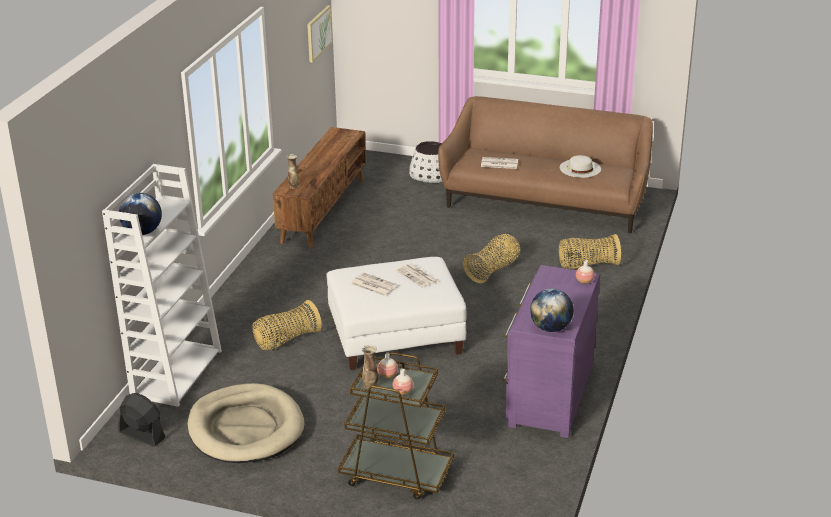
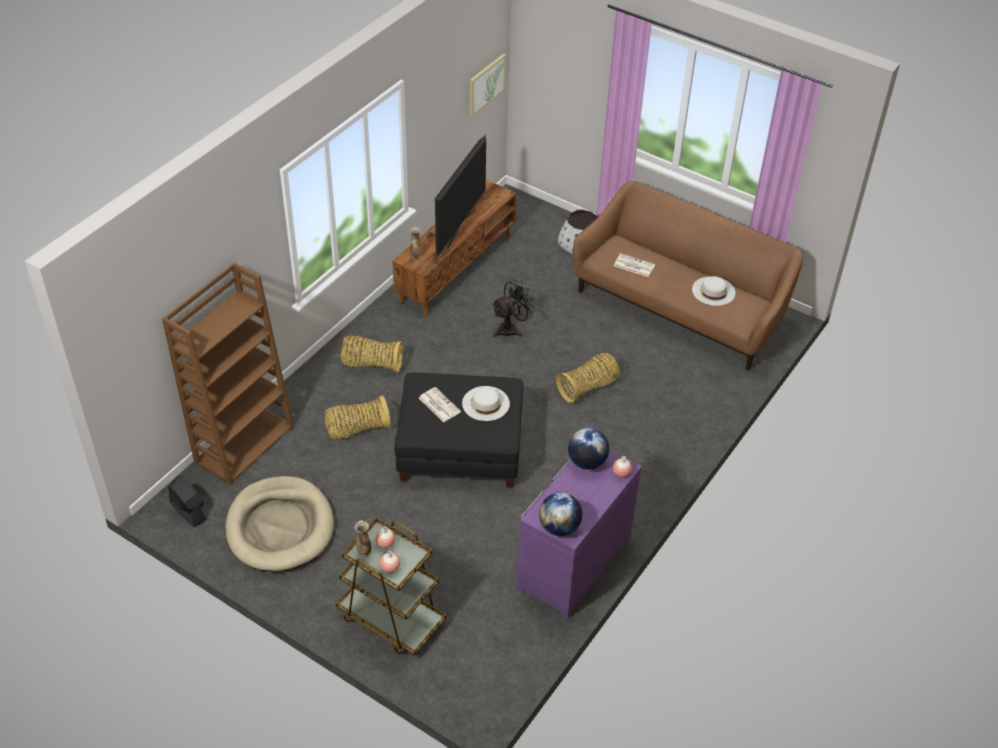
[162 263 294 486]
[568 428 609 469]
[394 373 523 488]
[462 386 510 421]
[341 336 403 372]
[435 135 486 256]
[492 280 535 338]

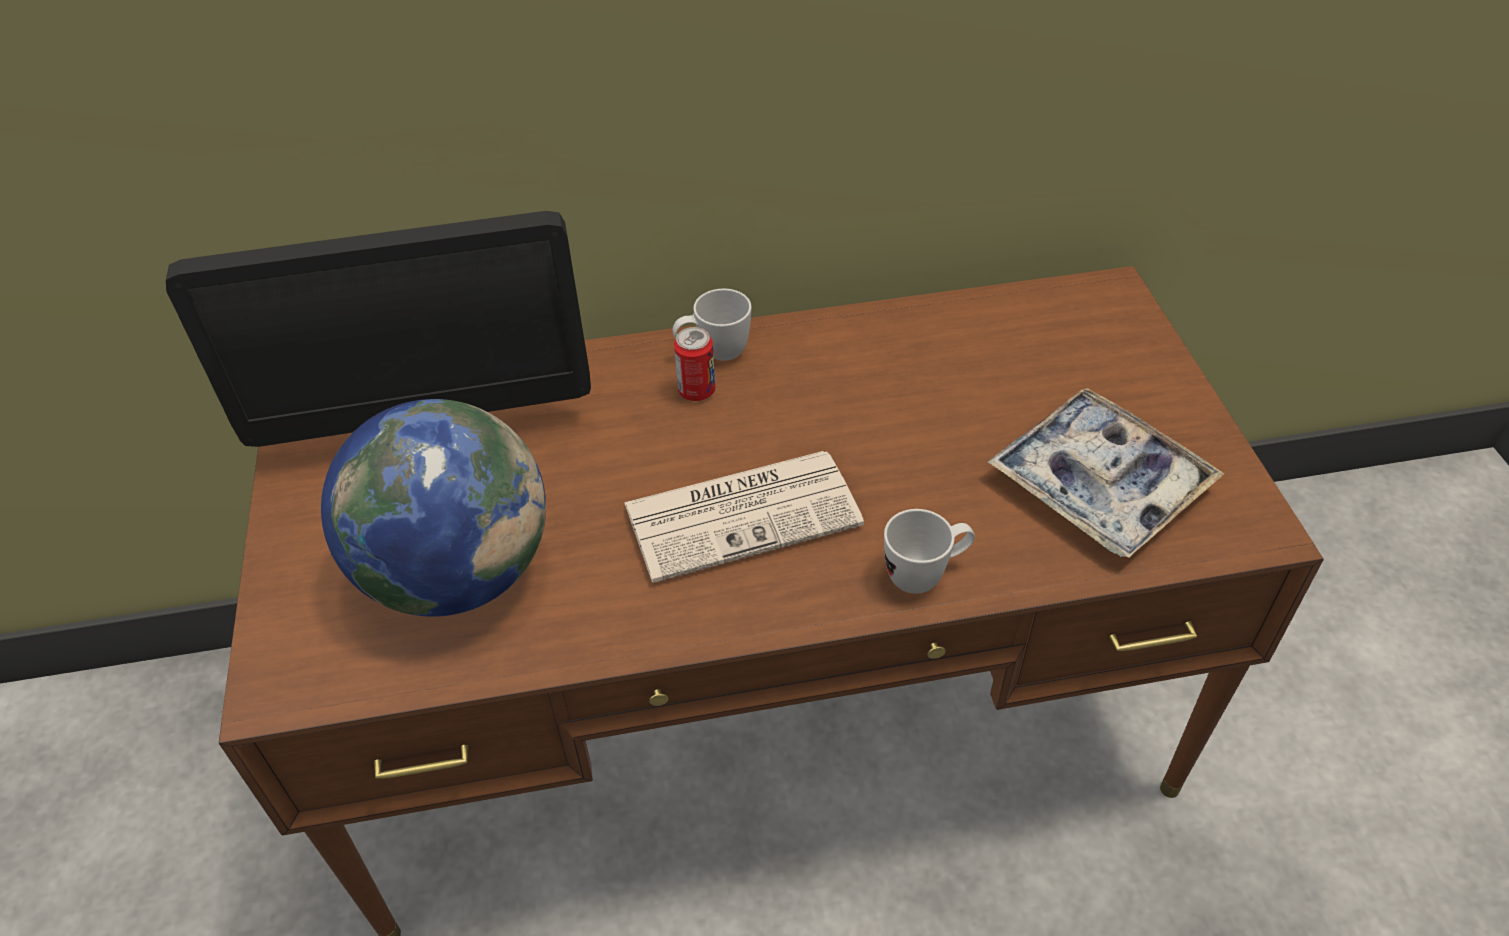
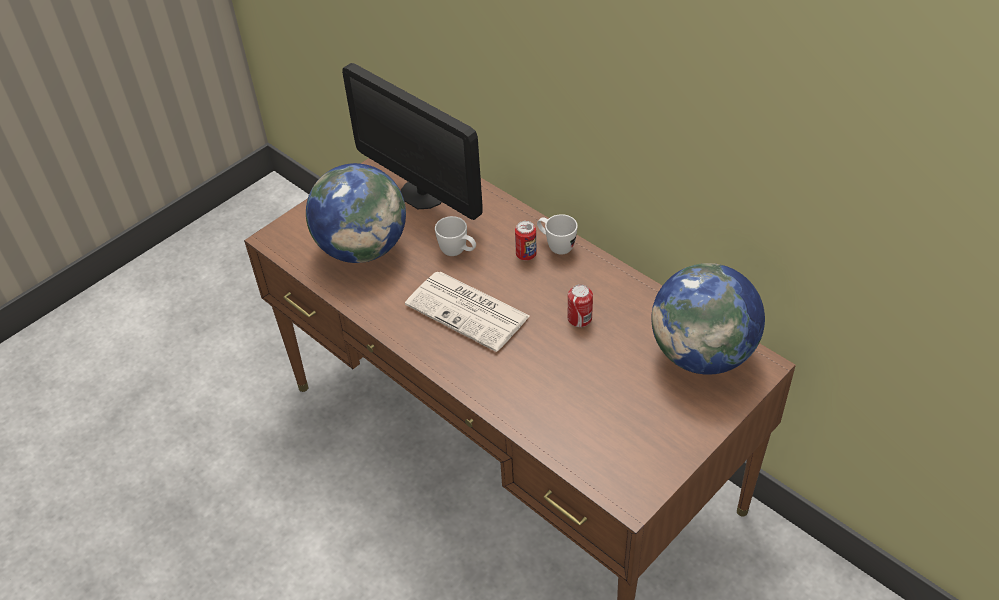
[435 216 476 256]
[987 388 1225 558] (first image)
[568 284 593 327]
[651 263 765 375]

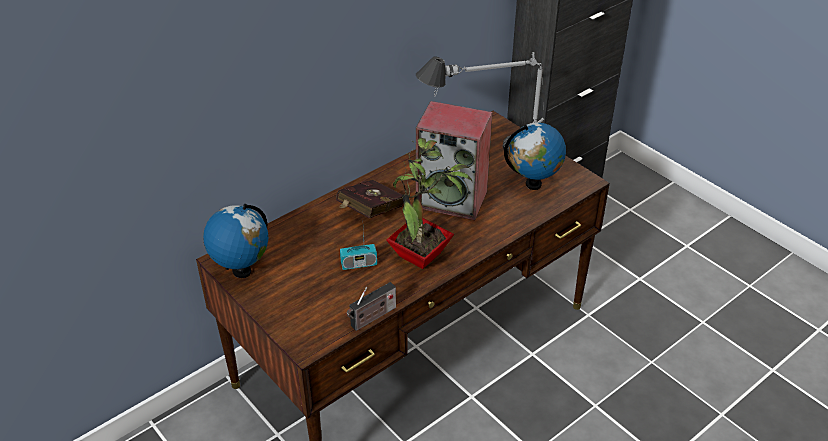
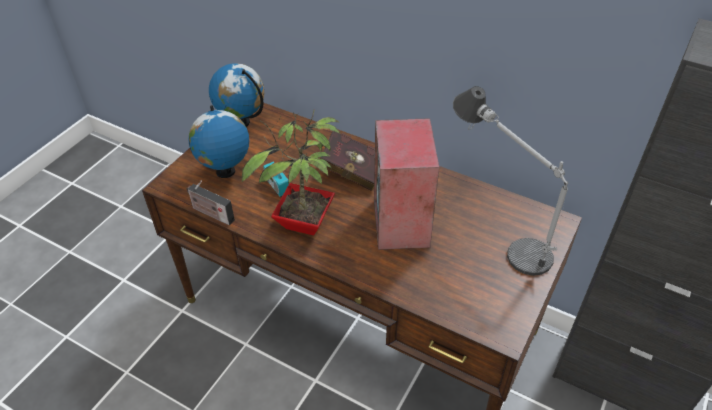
[188 105 249 178]

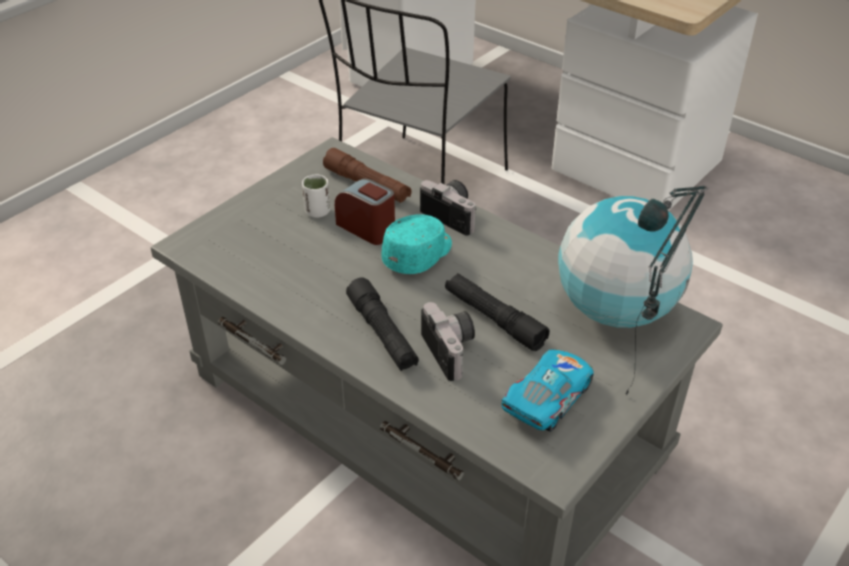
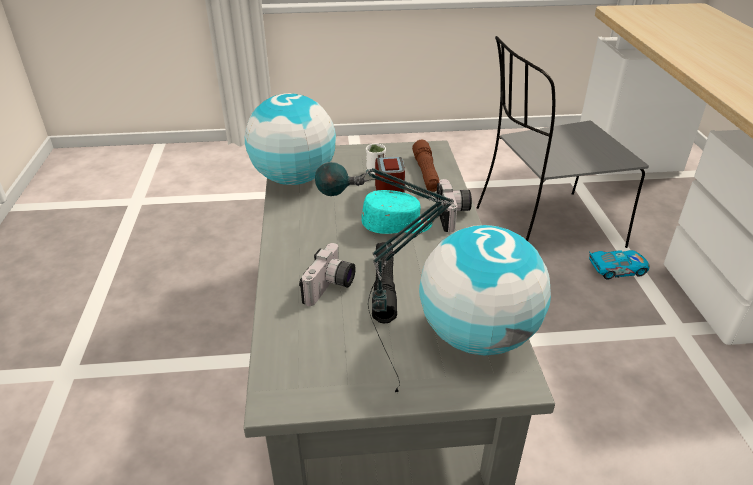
[346 277 419 371] (first image)
[589 250 650 279]
[245 93 336 185]

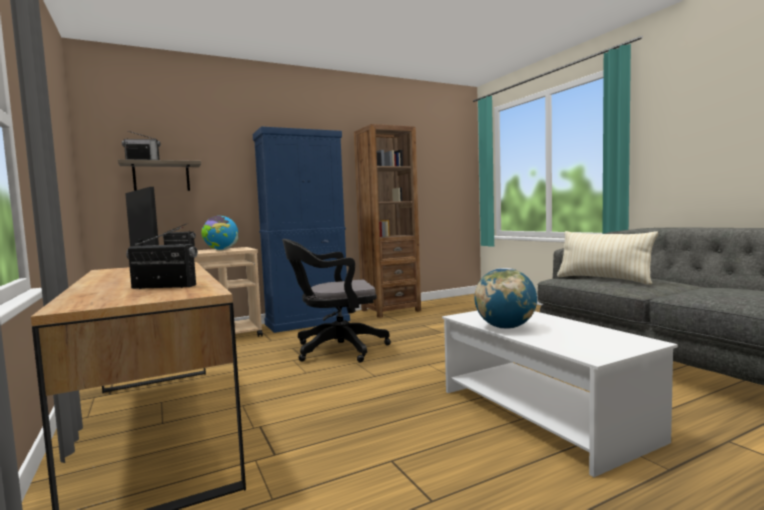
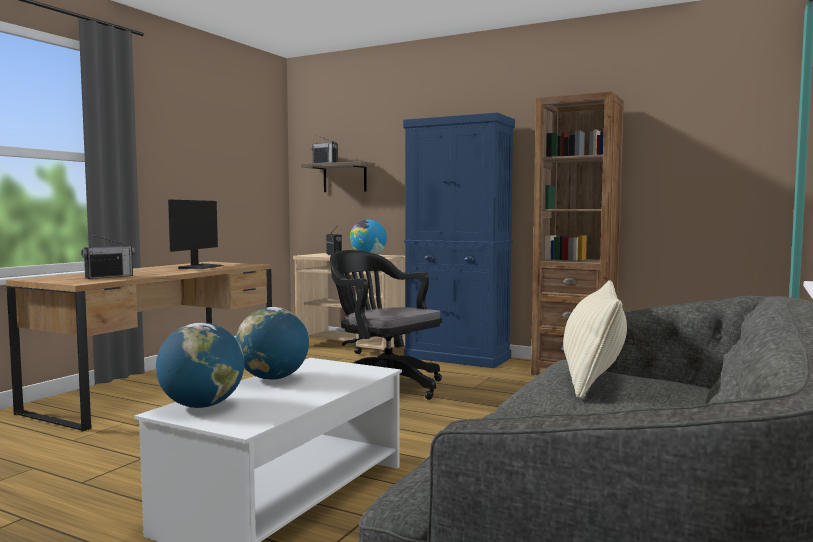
[81 234 135 279]
[156 323 244 408]

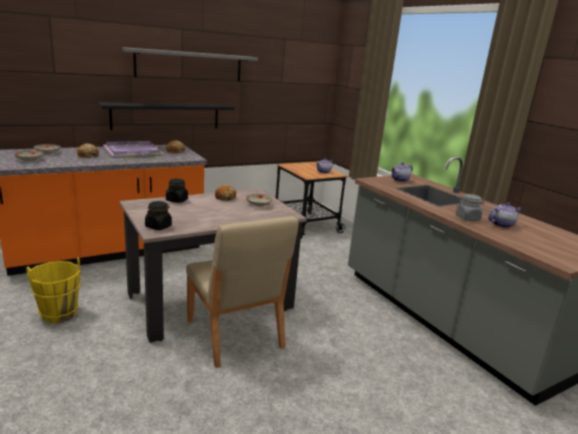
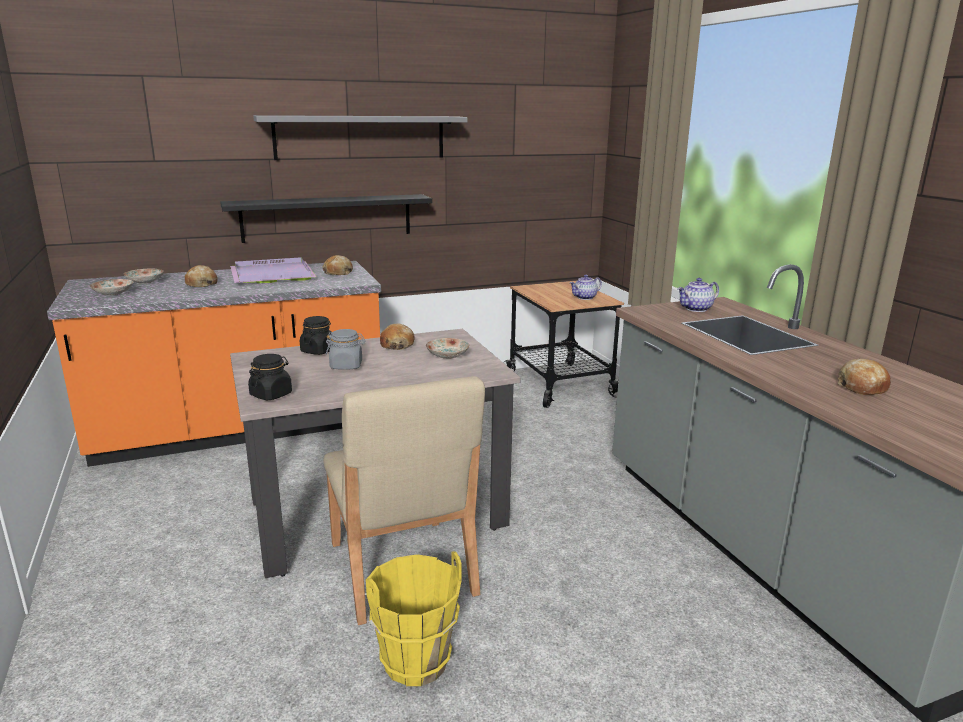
[366 551 462 686]
[326 329 366 370]
[837 359 891 395]

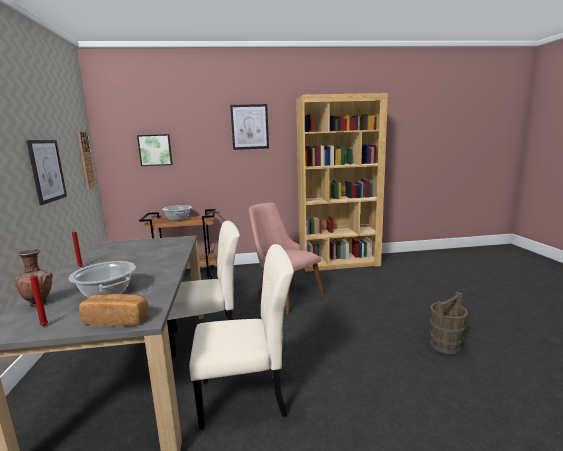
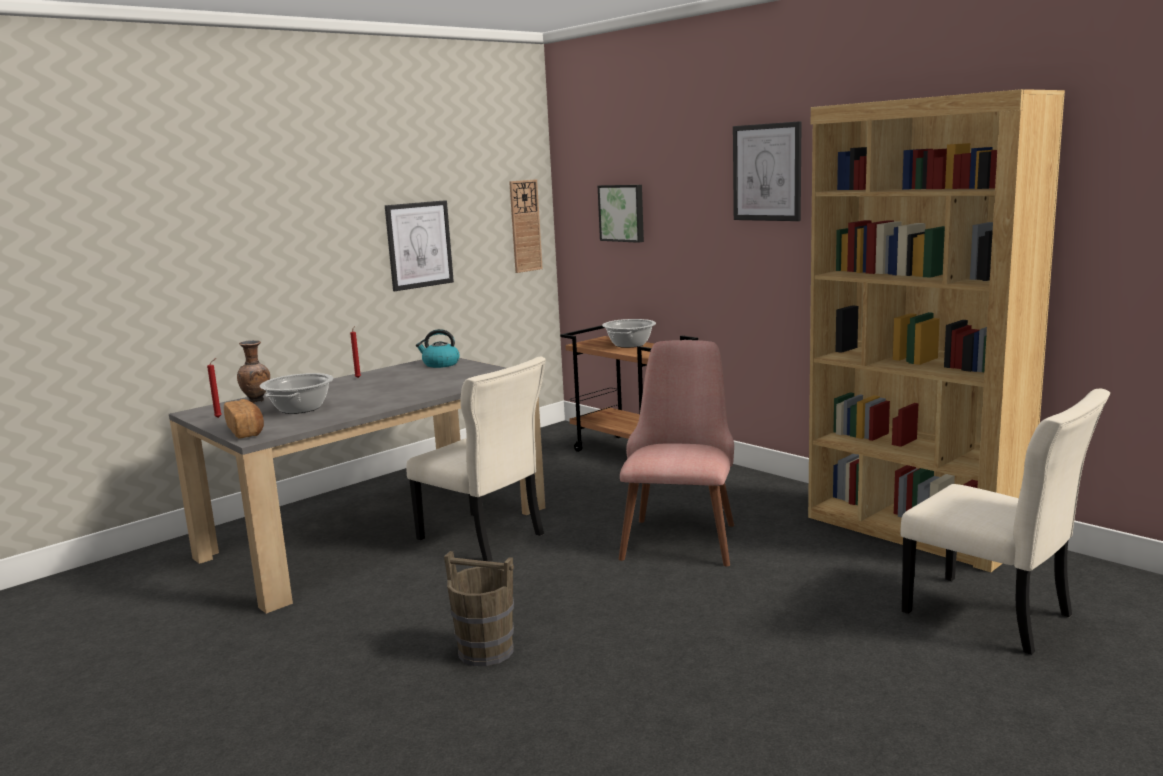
[900 389 1110 655]
[444 551 514 666]
[416 329 459 368]

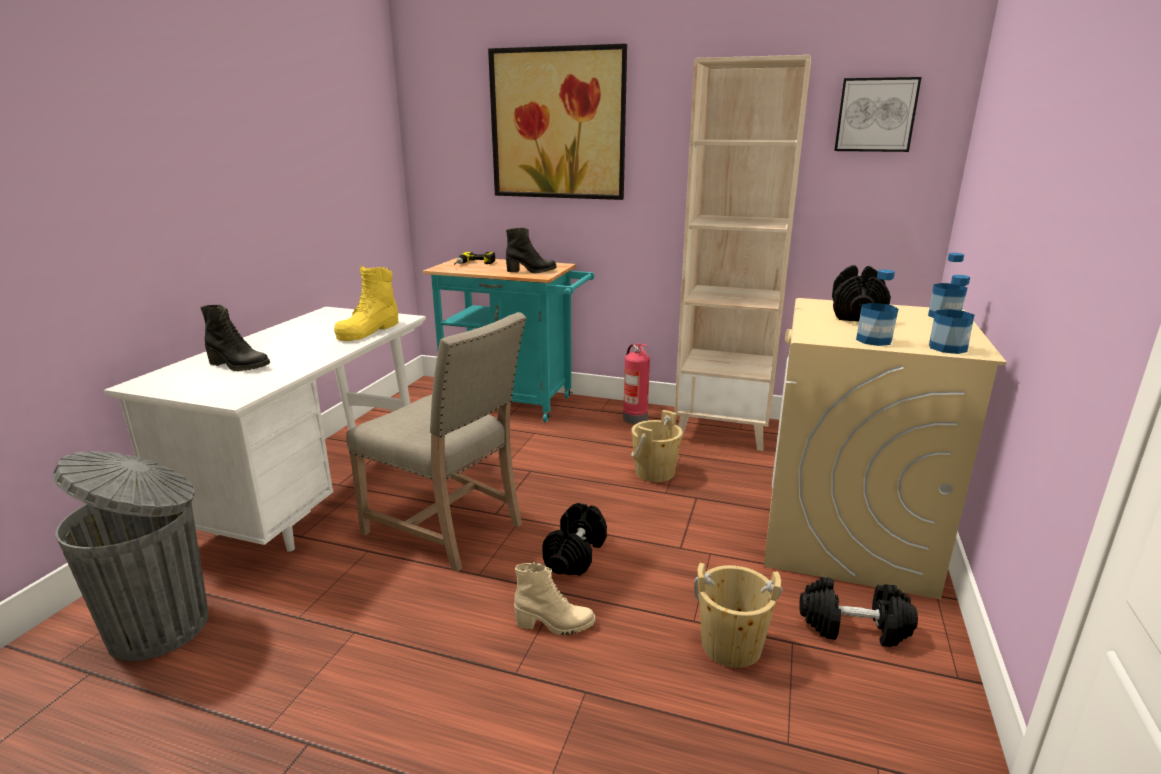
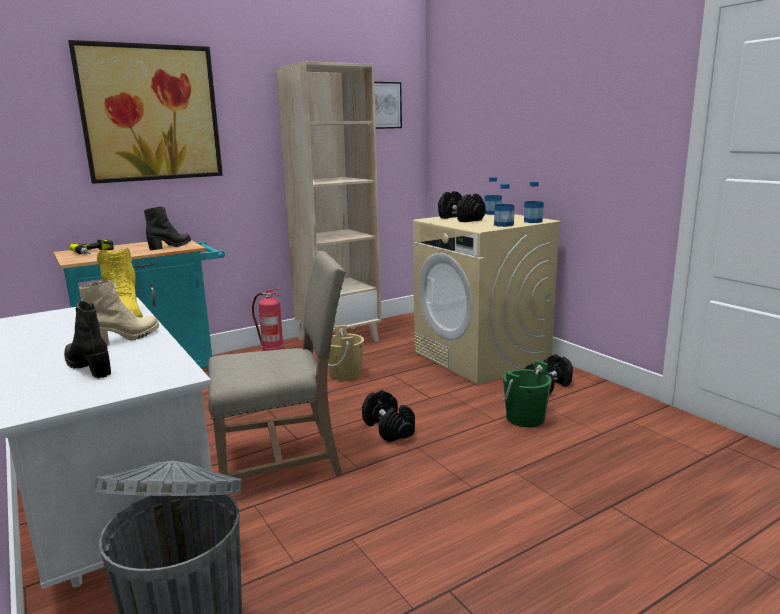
[64 301 111 378]
[79 280 159 346]
[503 360 552 427]

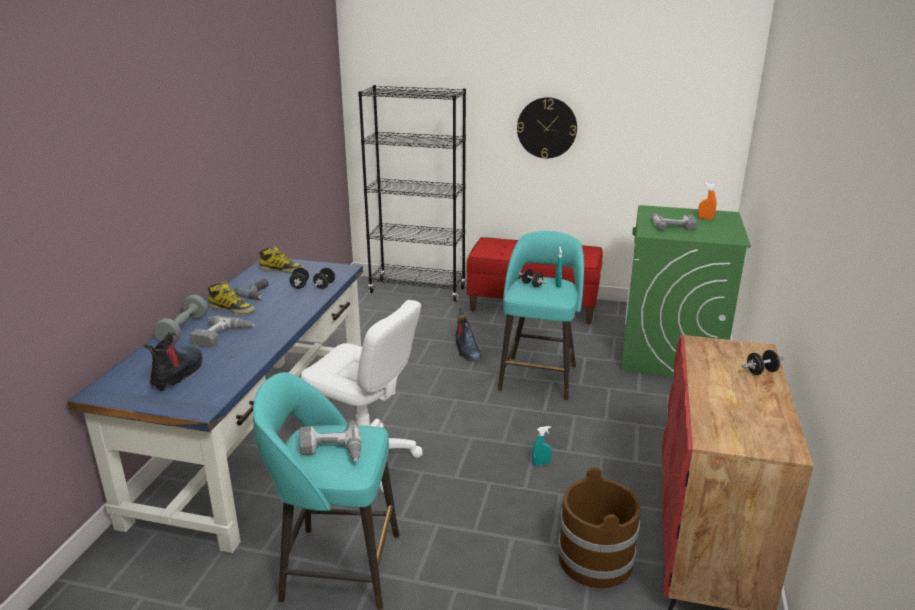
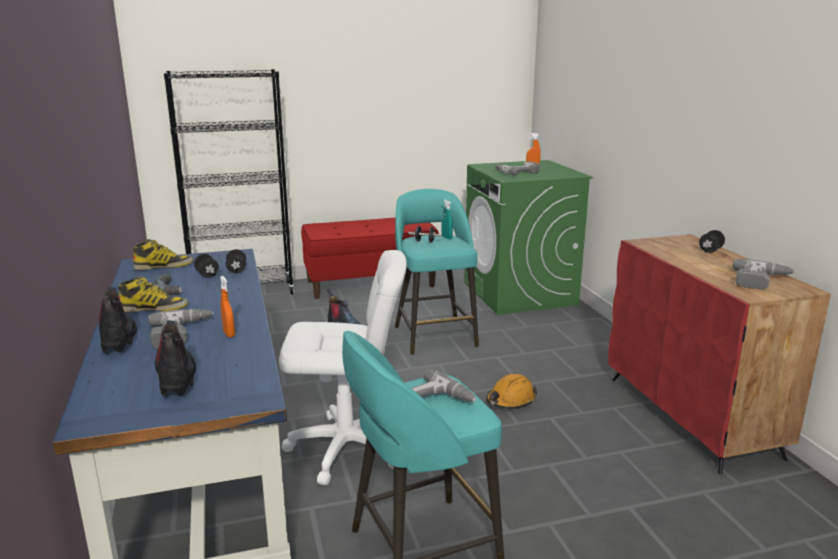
[99 287 137 353]
[517 97 577 158] (first image)
[486 374 537 409]
[558 467 641 588] (first image)
[220 276 235 337]
[733 259 795 290]

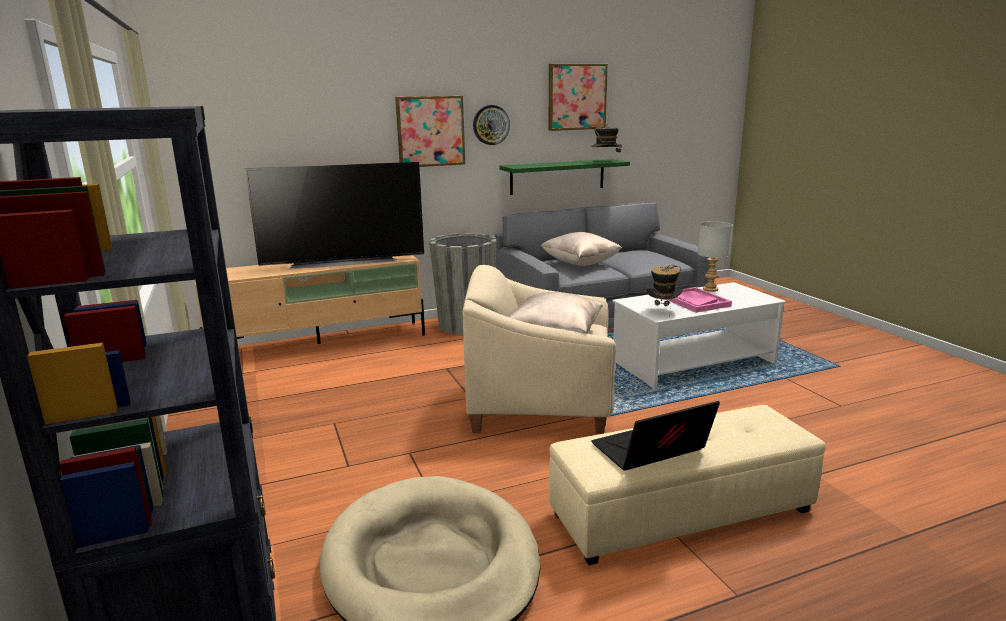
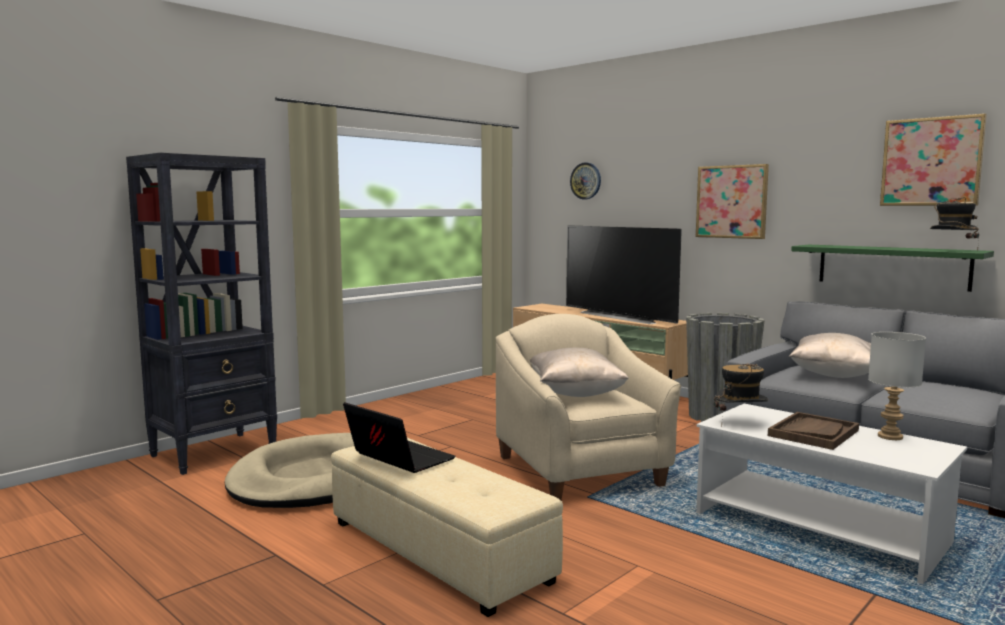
[570 163 601 199]
[768 412 859 450]

